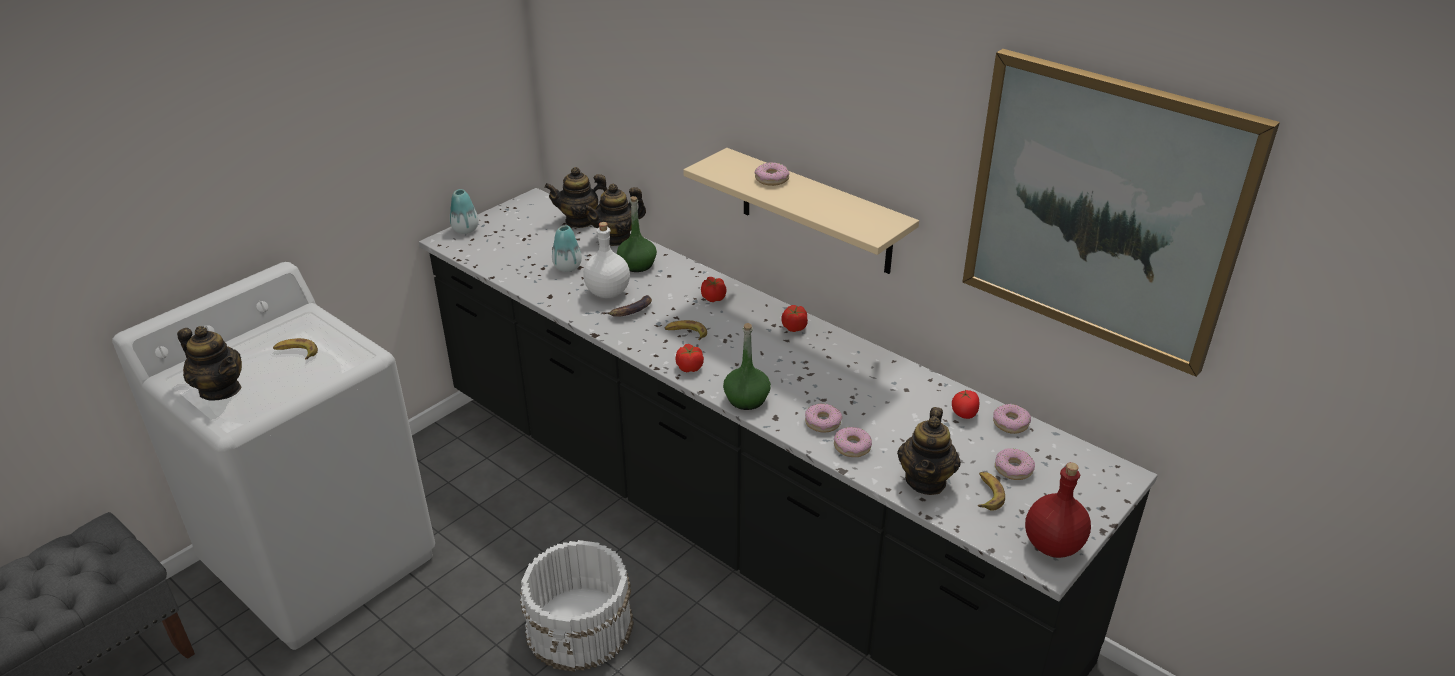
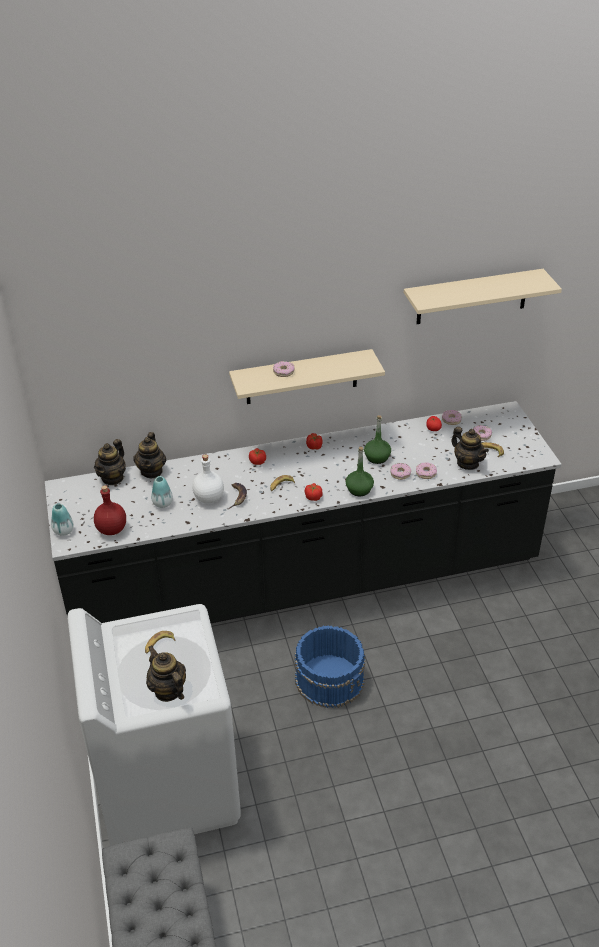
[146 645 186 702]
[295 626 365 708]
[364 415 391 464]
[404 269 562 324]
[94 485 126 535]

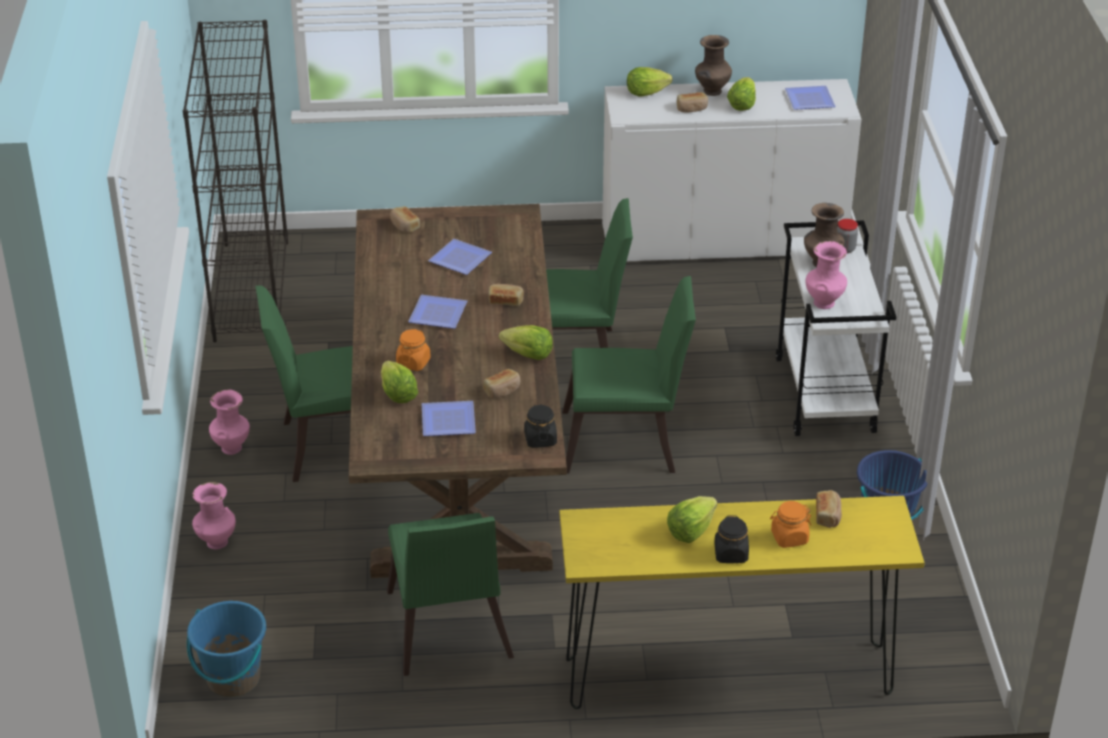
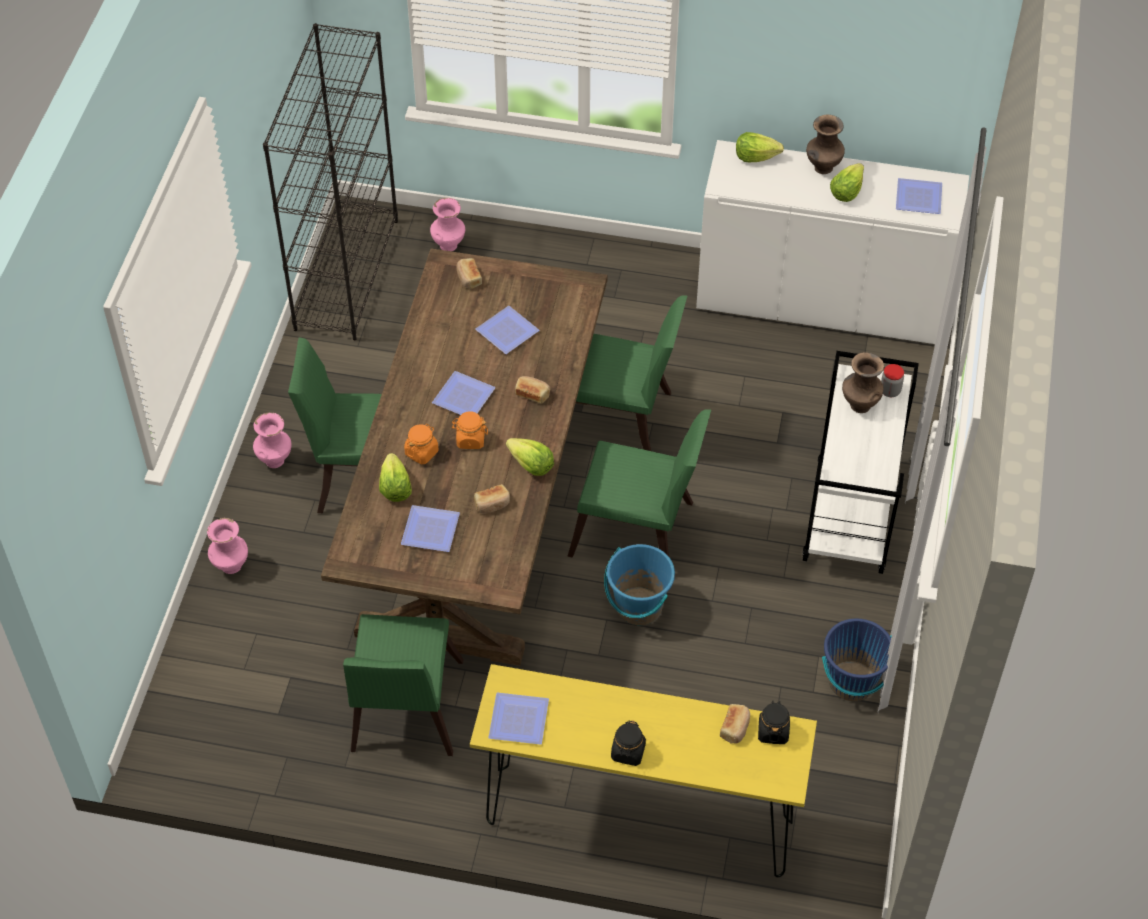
[604 544 675 625]
[758 701 790 744]
[667 496 717 543] (first image)
[677 92 708 113] (first image)
[452 411 488 449]
[430 198 465 251]
[488 692 549 745]

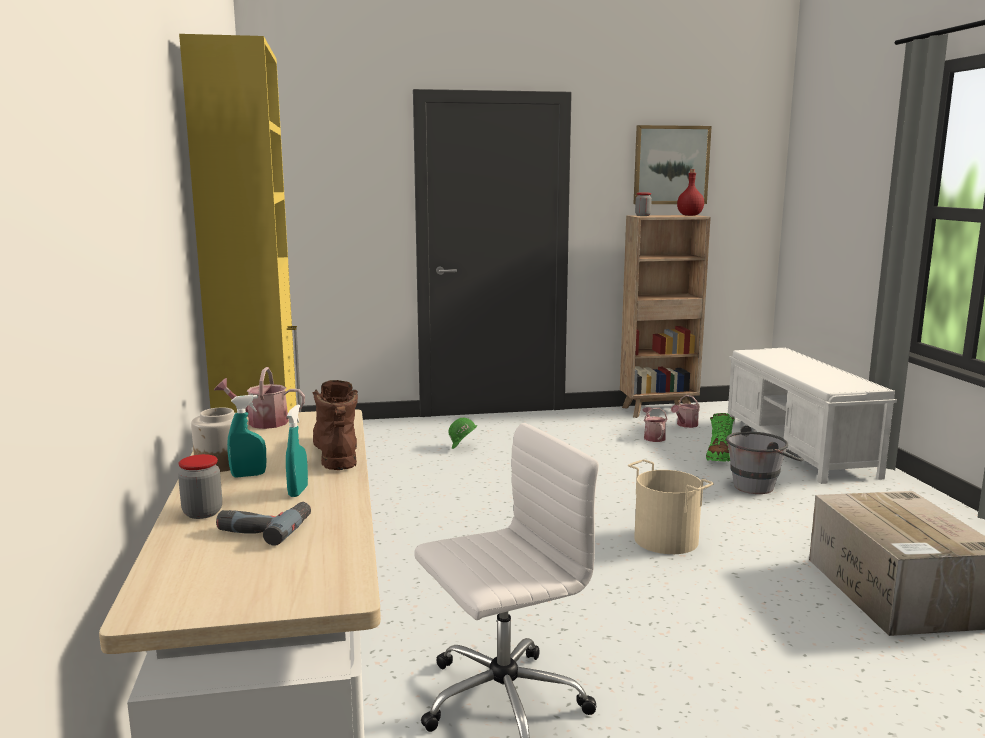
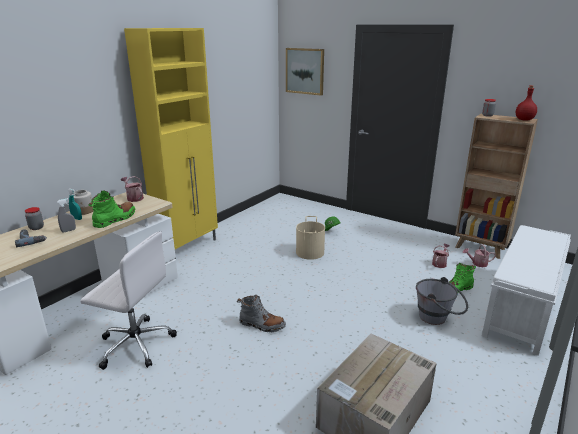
[57 198 76 233]
[89 190 135 228]
[296 216 325 260]
[286 48 324 95]
[237 295 286 332]

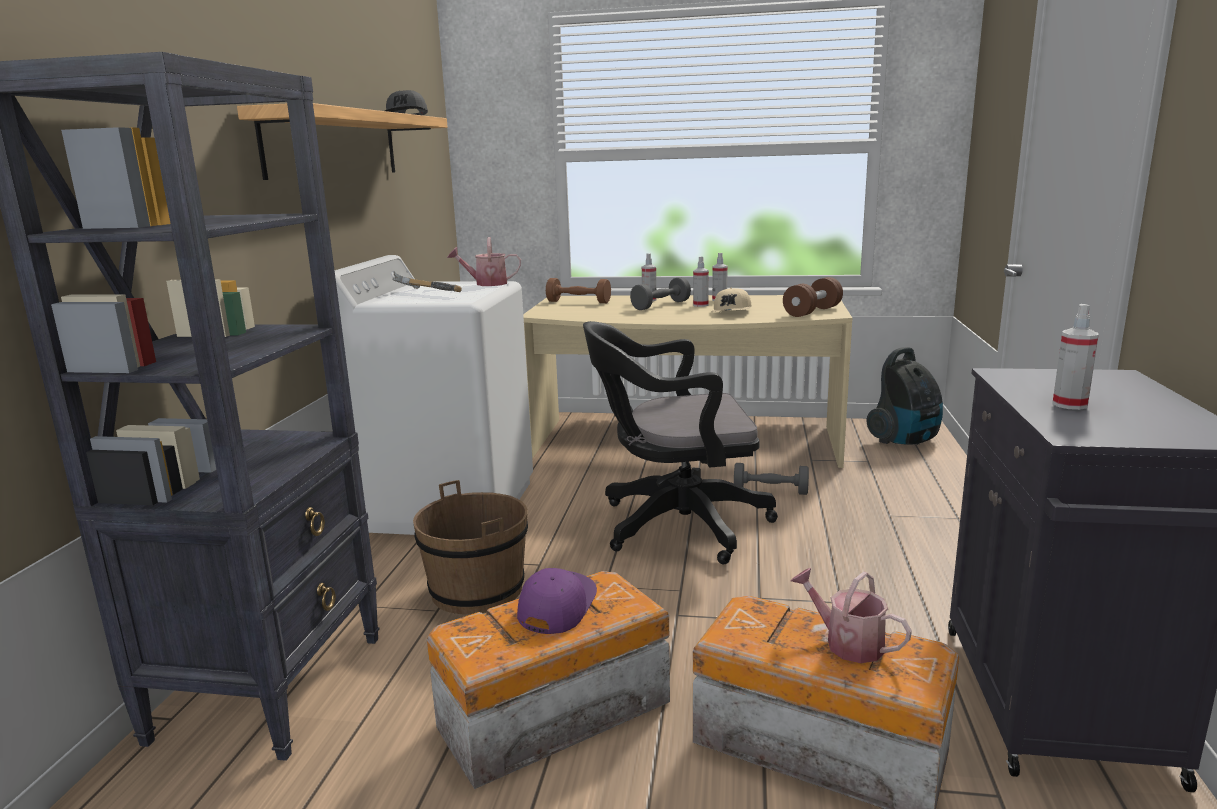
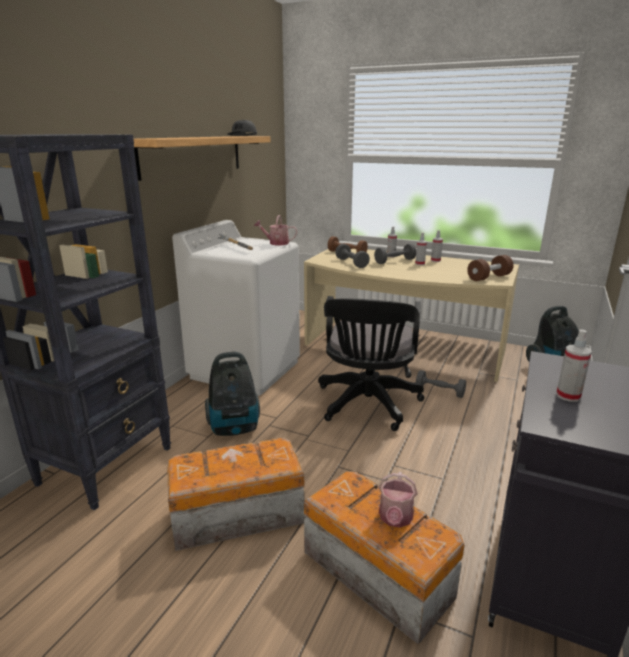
[205 352 260 436]
[517 568 597 634] (first image)
[318 296 424 431]
[711 288 751 312] (first image)
[379 472 417 528]
[335 243 370 268]

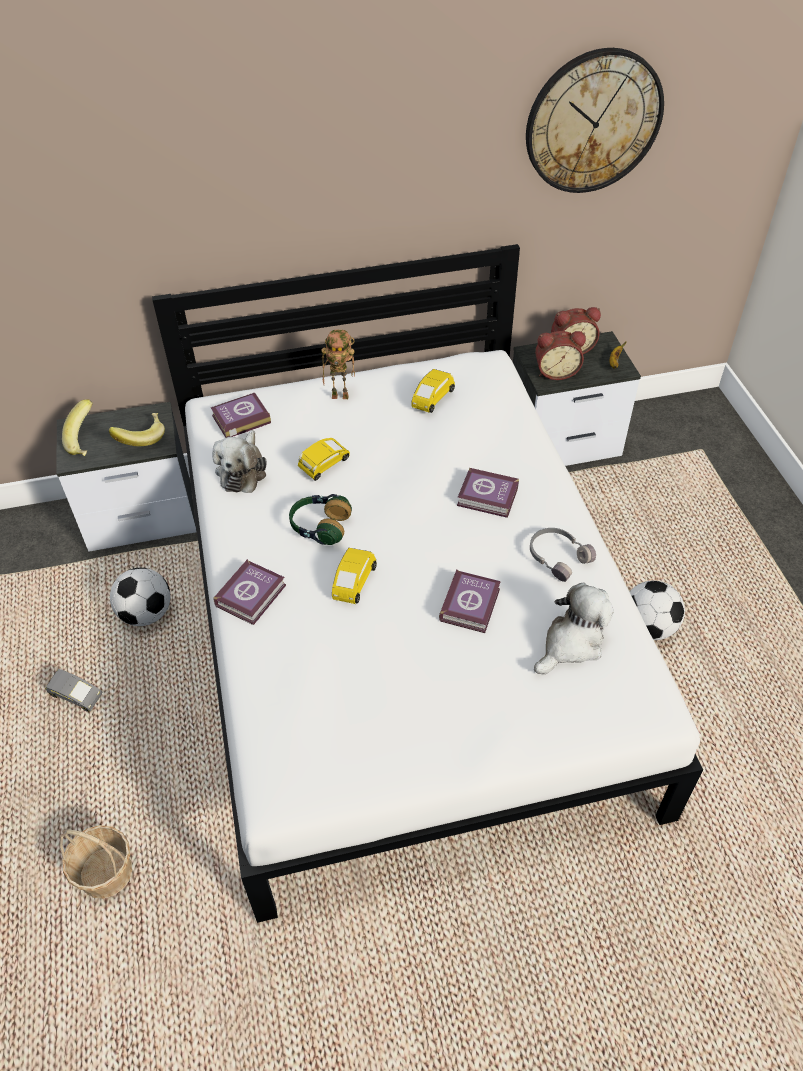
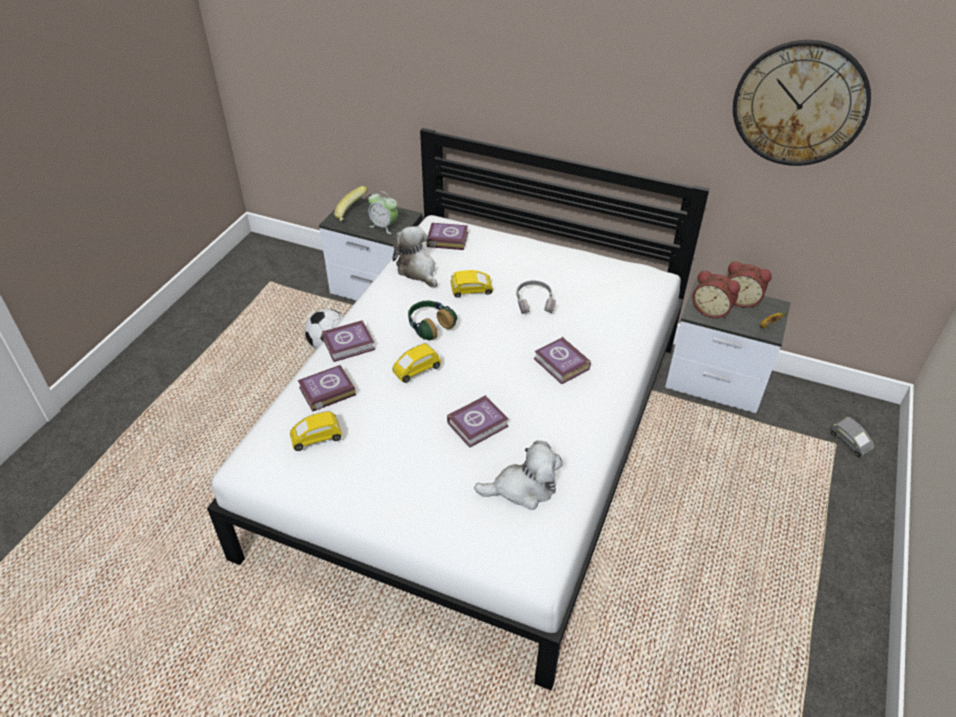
[830 417 874 457]
[59 825 132 899] (first image)
[368 191 398 234]
[392 226 437 287]
[321 329 355 399] (first image)
[290 411 342 451]
[517 281 556 314]
[630 580 685 640] (first image)
[298 365 356 412]

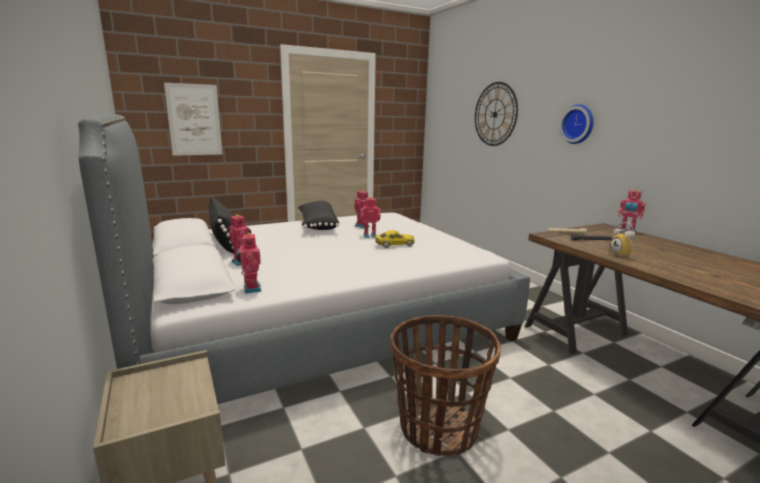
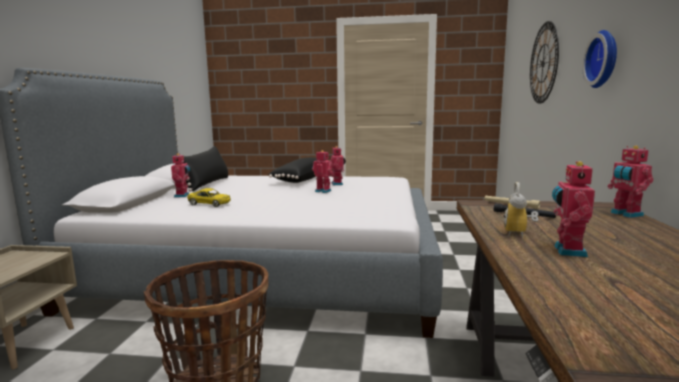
[164 83 222 156] (first image)
[552 161 595 257]
[187 188 231 207]

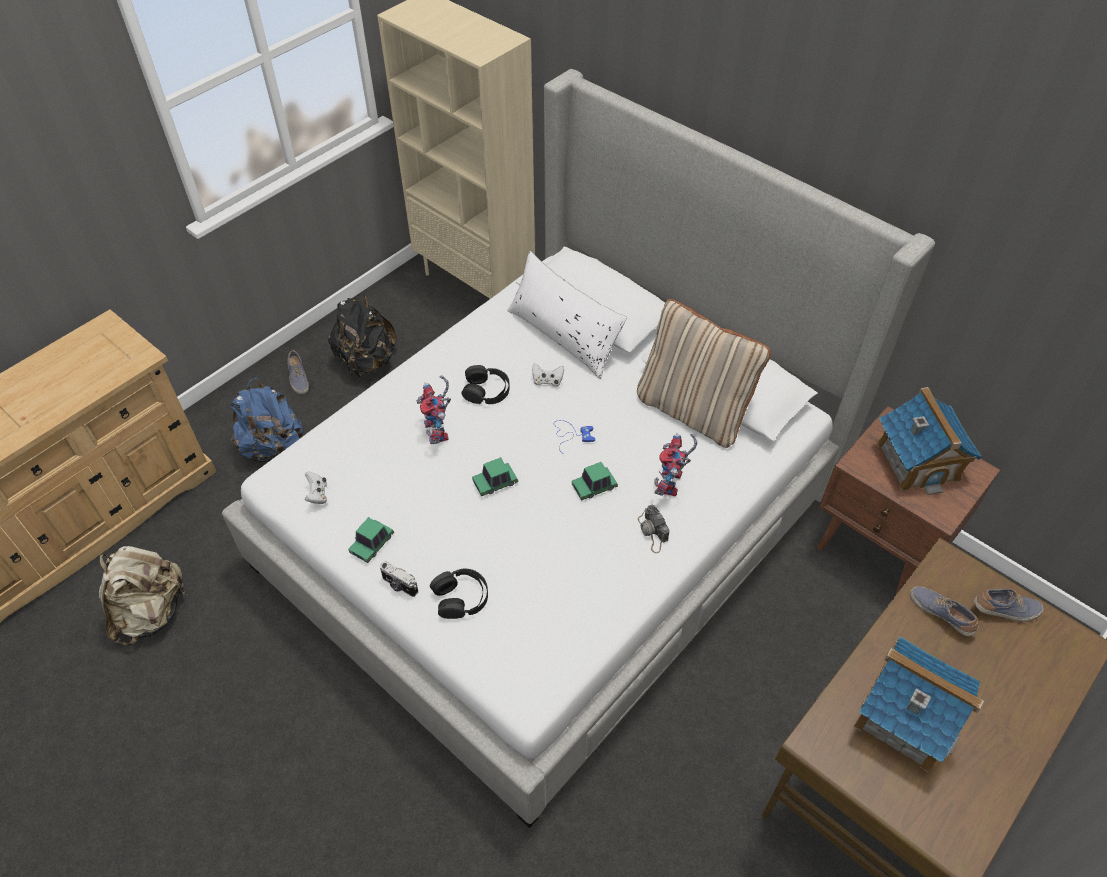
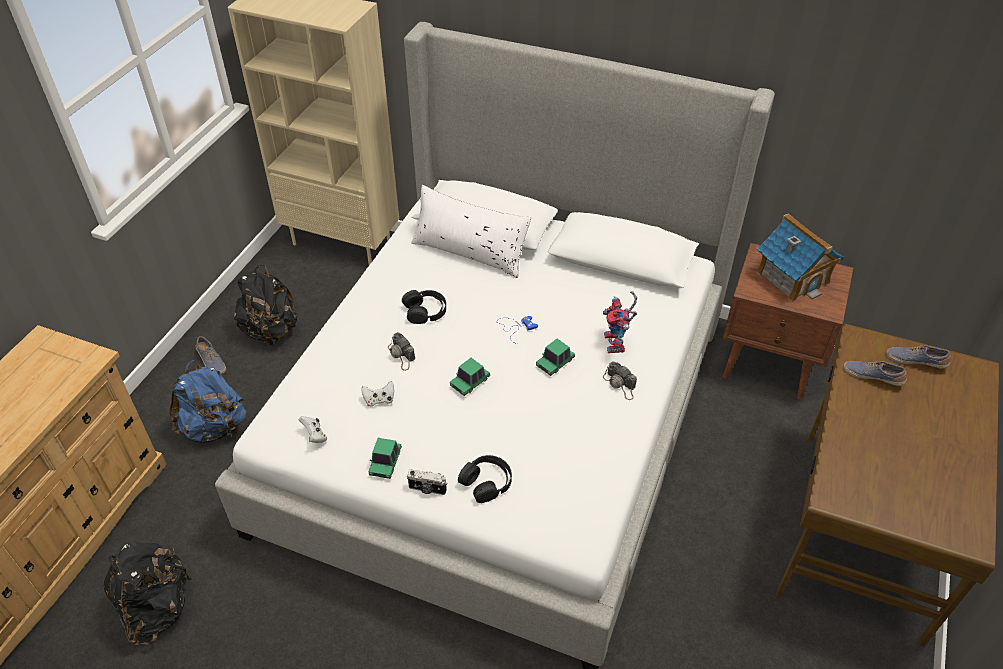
[104 542 191 645]
[388 332 415 371]
[361 381 394 407]
[637 299 771 448] (first image)
[854 637 984 772] (first image)
[886 345 951 369]

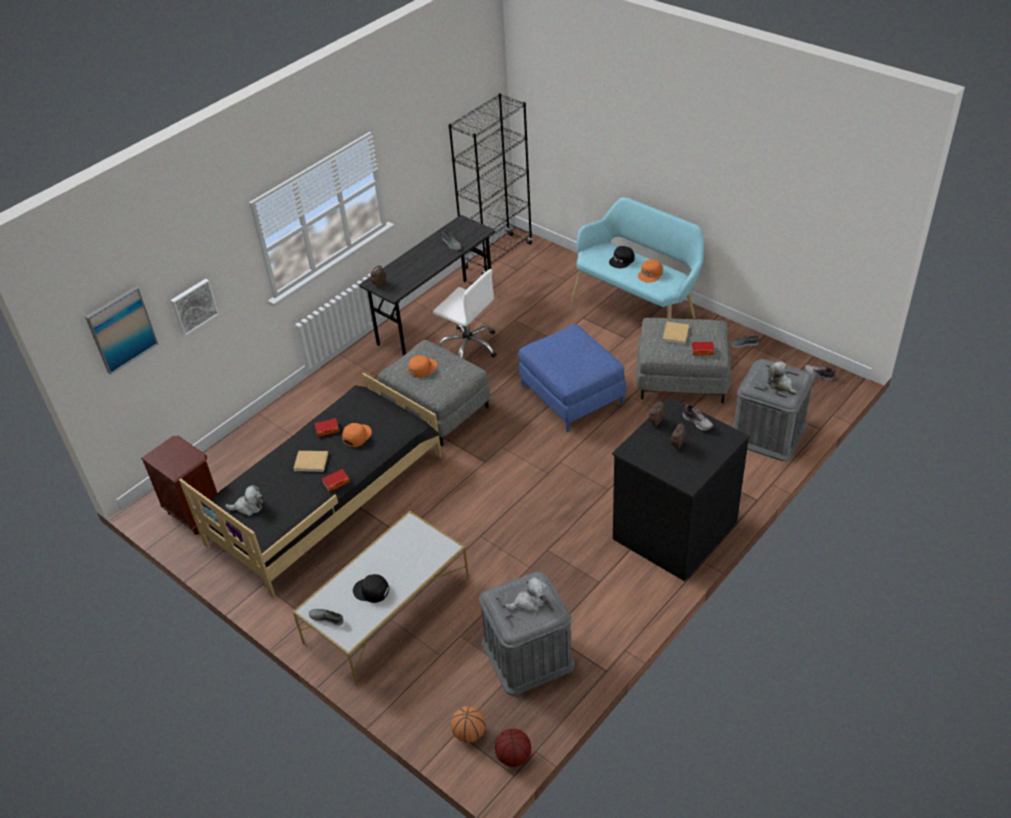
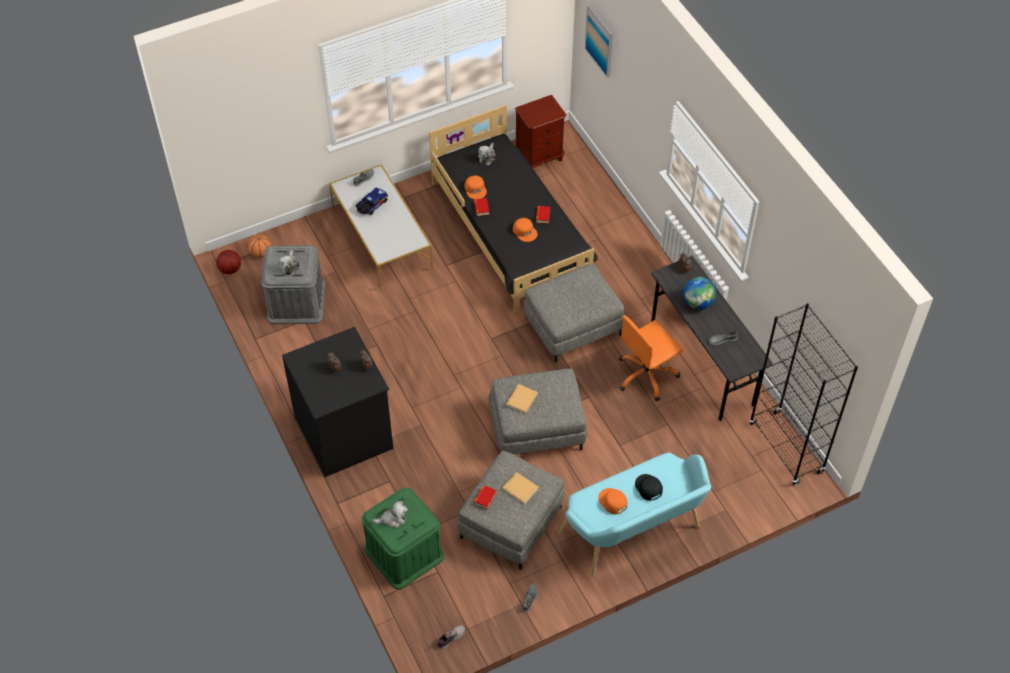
[171 279 219 336] (first image)
[506 384 538 414]
[356 188 388 215]
[464 176 487 199]
[619 315 683 401]
[489 369 587 454]
[683 402 713 431] (first image)
[362 488 444 589]
[683 277 716 309]

